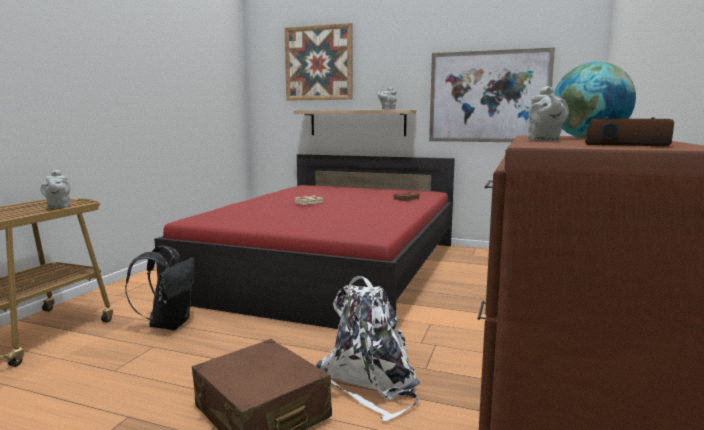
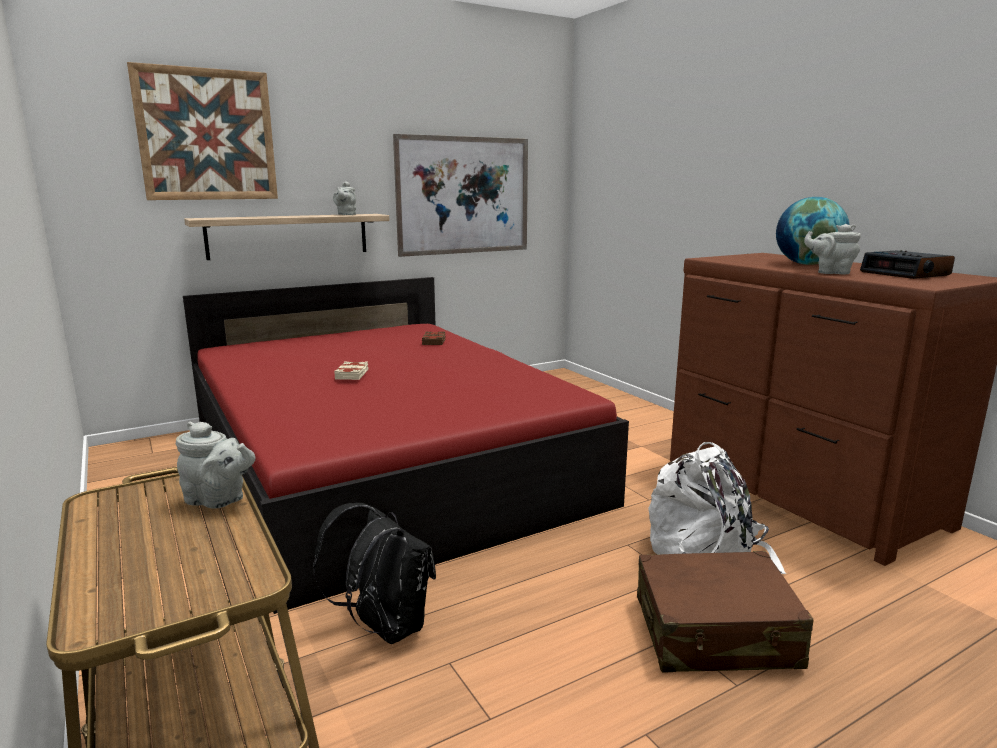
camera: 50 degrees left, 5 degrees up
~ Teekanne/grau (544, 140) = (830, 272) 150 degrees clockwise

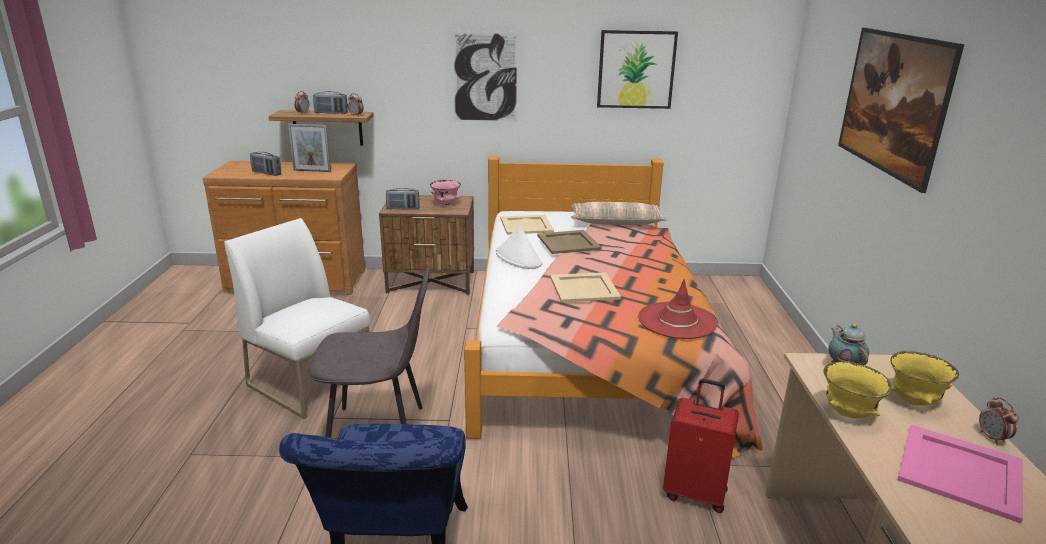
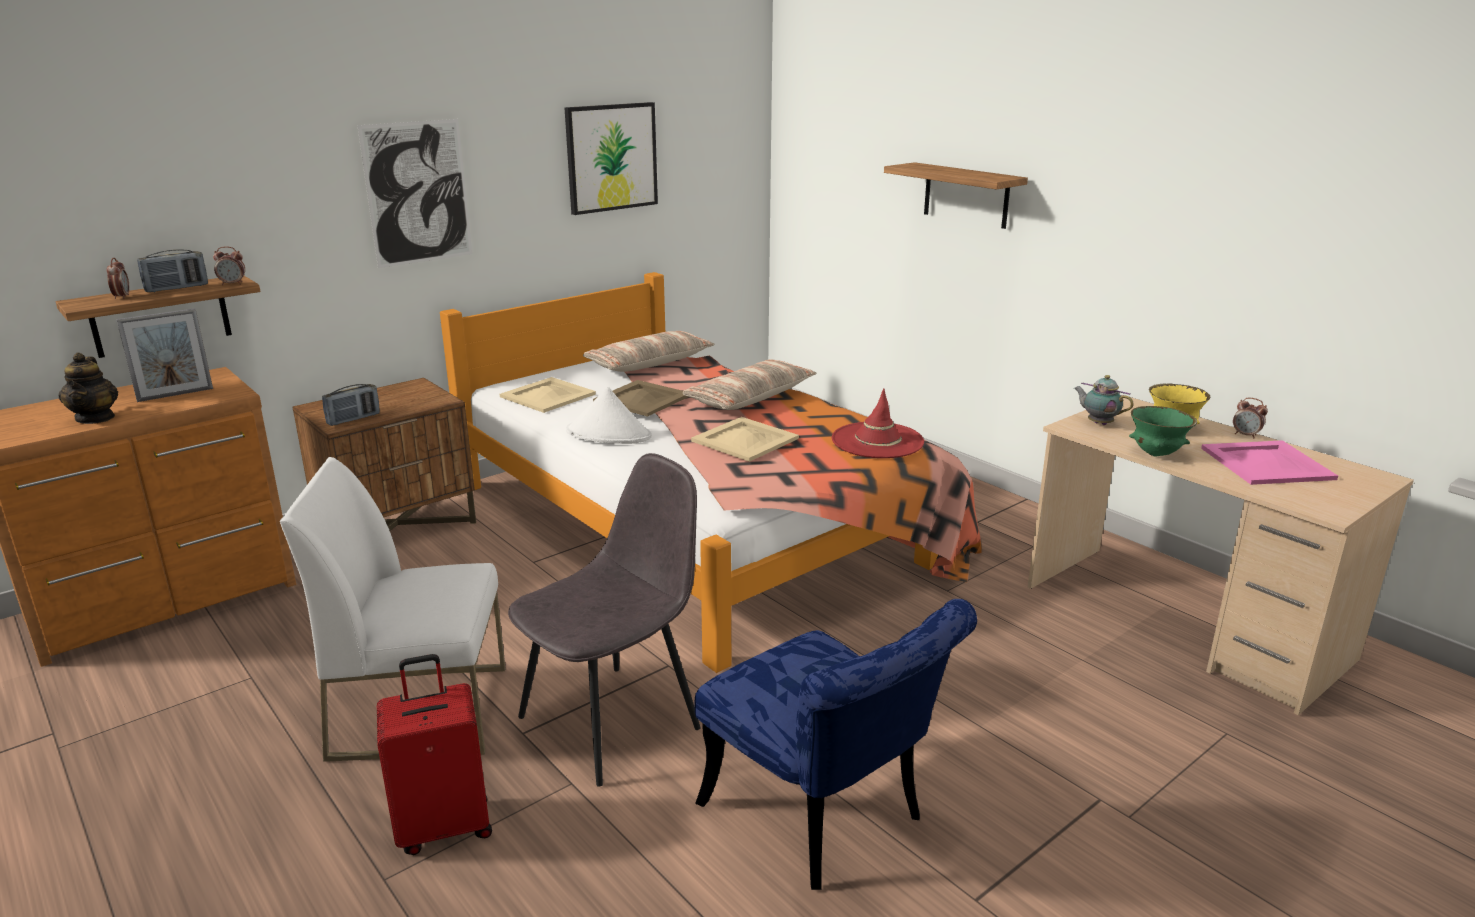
camera: 40 degrees left, 0 degrees up
~ Radio (266, 173) to Teekanne (96, 418)
~ Koffer/rot (695, 493) to (444, 826)
+ Kissen (750, 398)
~ Bild (885, 135) to Wandregal (966, 195)
~ Schüssel/gelb (848, 414) to Schüssel/grün (1156, 454)
- Schüssel/rosa (445, 204)

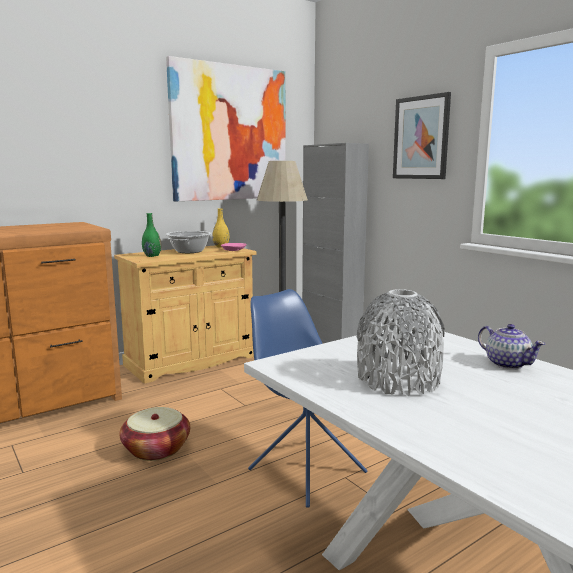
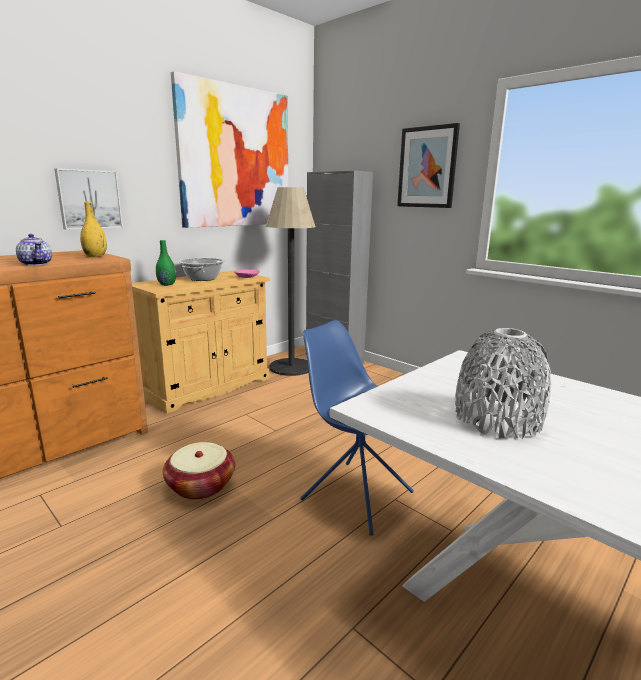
camera: 10 degrees left, 5 degrees up
~ Teekanne (507, 364) to (36, 264)
+ Bild (89, 199)
~ Vase/gelb (221, 246) to (95, 256)

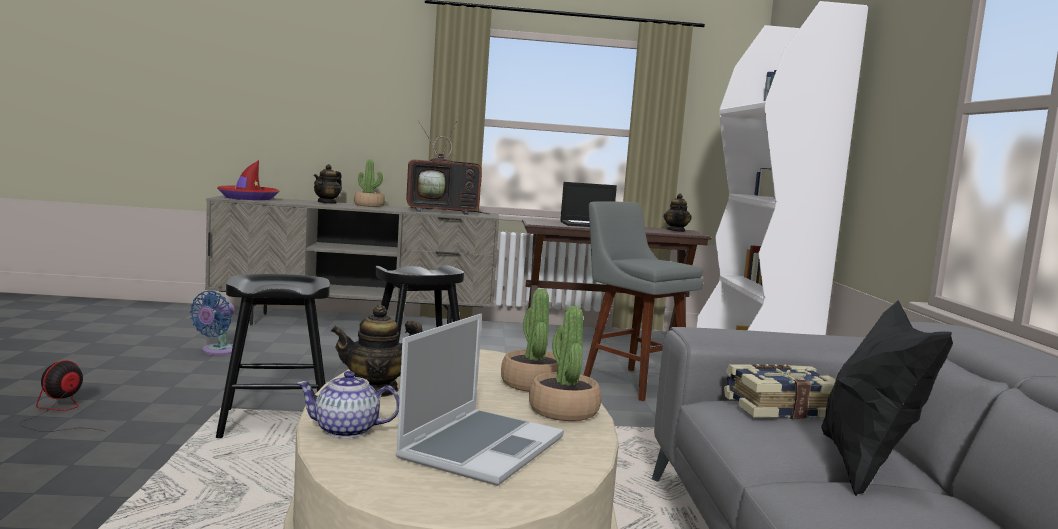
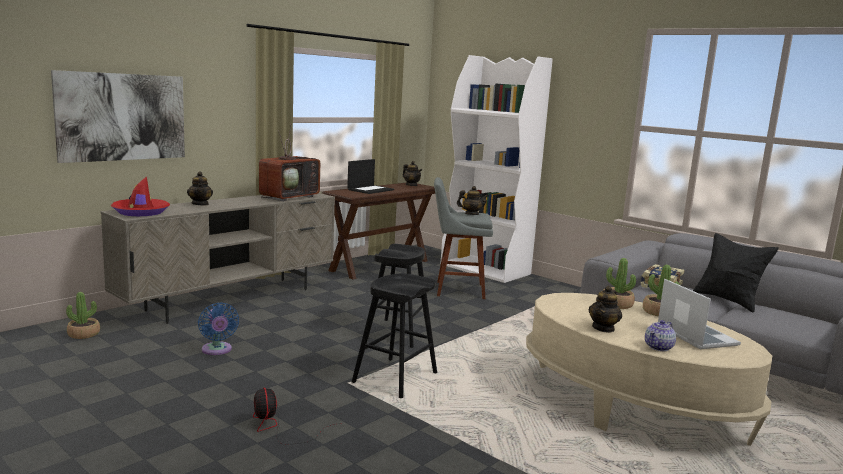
camera: 45 degrees left, 5 degrees up
+ Bild (122, 117)
~ Topfpflanze (369, 205) to (84, 334)
+ Teekanne (471, 214)

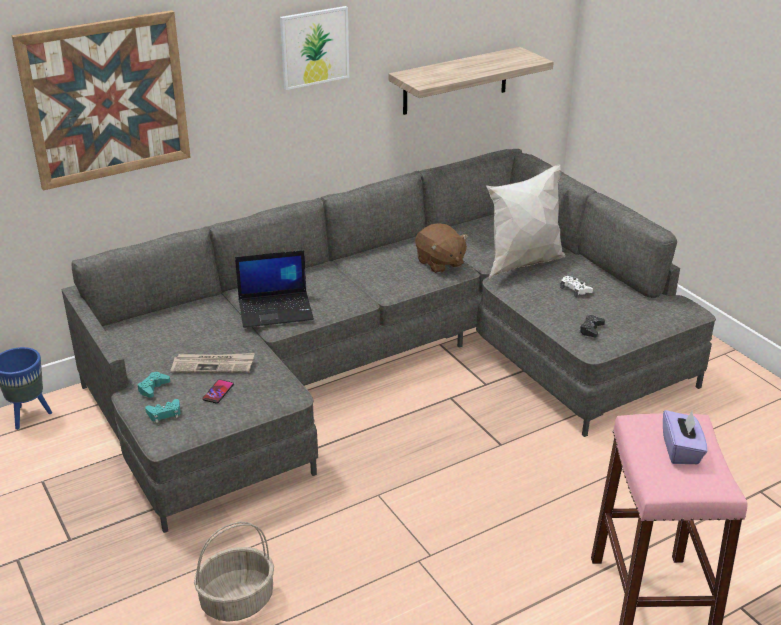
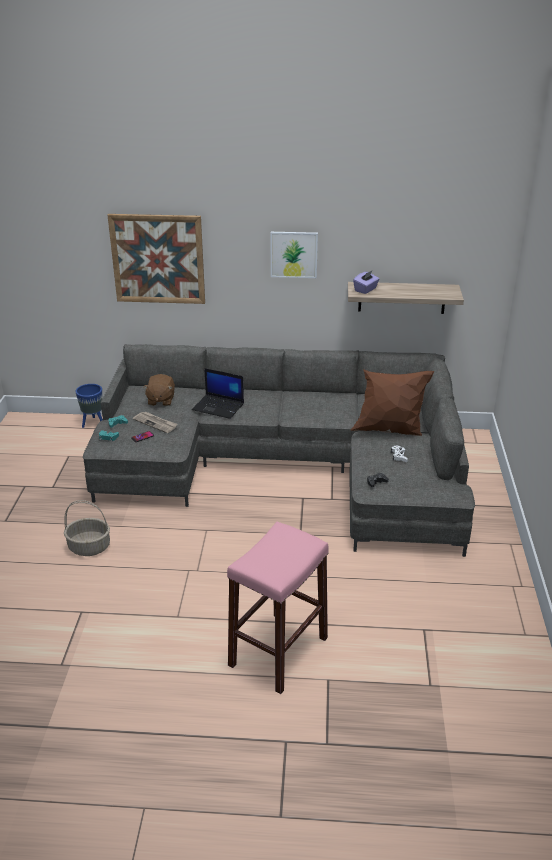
camera: 35 degrees right, 0 degrees up
~ Plüschtier/braun (440, 263) to (160, 400)
~ Kissen/weiß (523, 263) to Kissen/braun (389, 430)
~ Taschentuchbox/lila (681, 450) to (366, 289)

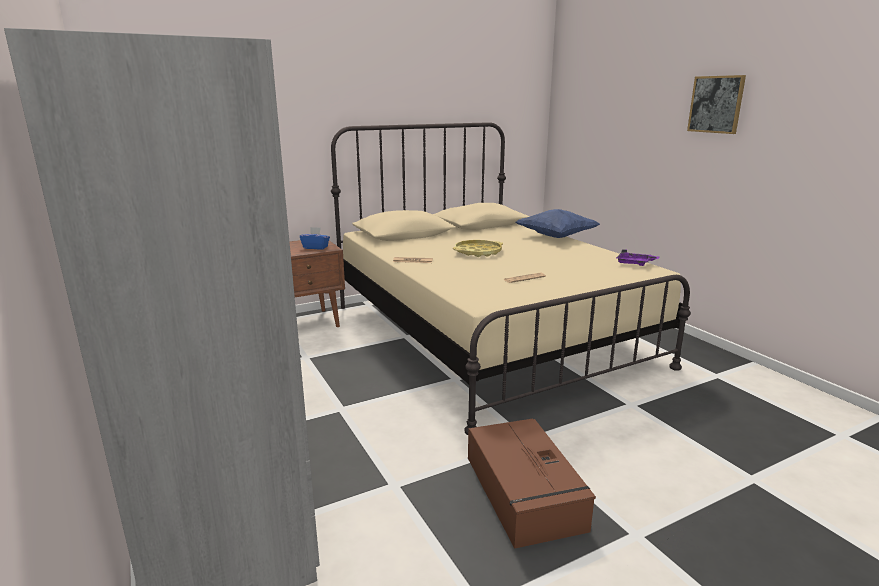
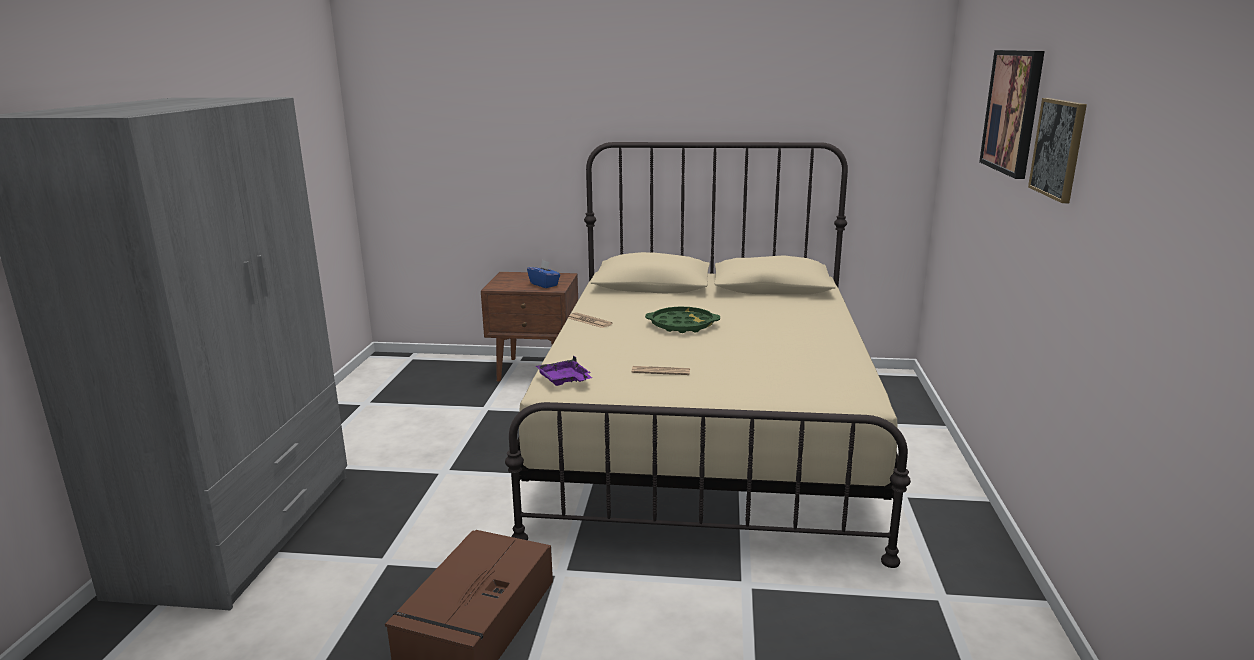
camera: 35 degrees right, 0 degrees up
~ Tablett/lila (634, 263) to (564, 380)
~ Tablett/gelb (477, 252) to Tablett/grün (682, 325)
+ Bild (1013, 111)
- Kissen/blau (556, 237)

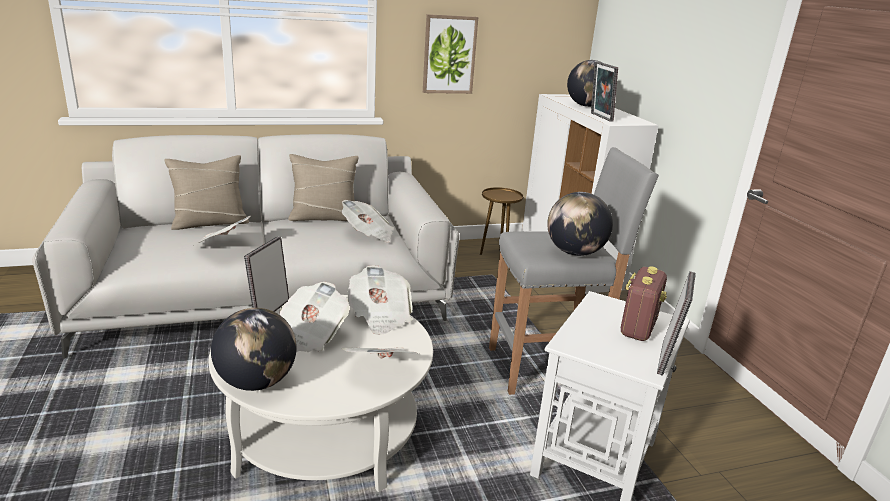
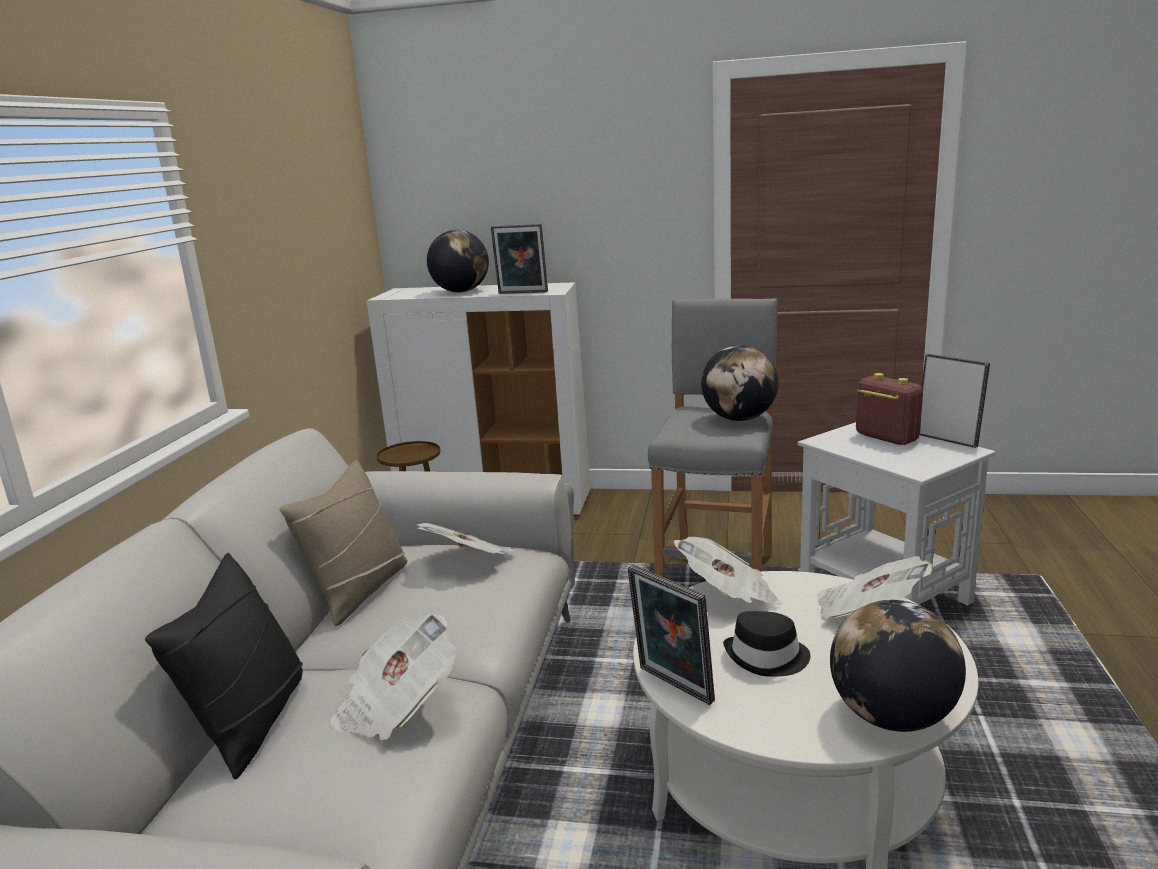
camera: 60 degrees left, 5 degrees down
~ Kissen/beige (210, 223) to Kissen/schwarz (251, 721)
~ Zeitung (309, 336) to Hut/schwarz (767, 657)
- Bild (449, 55)

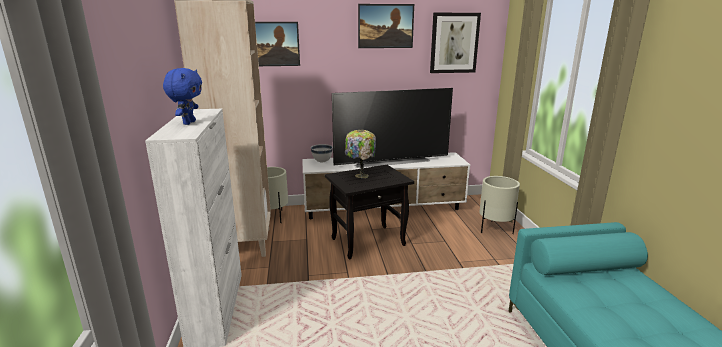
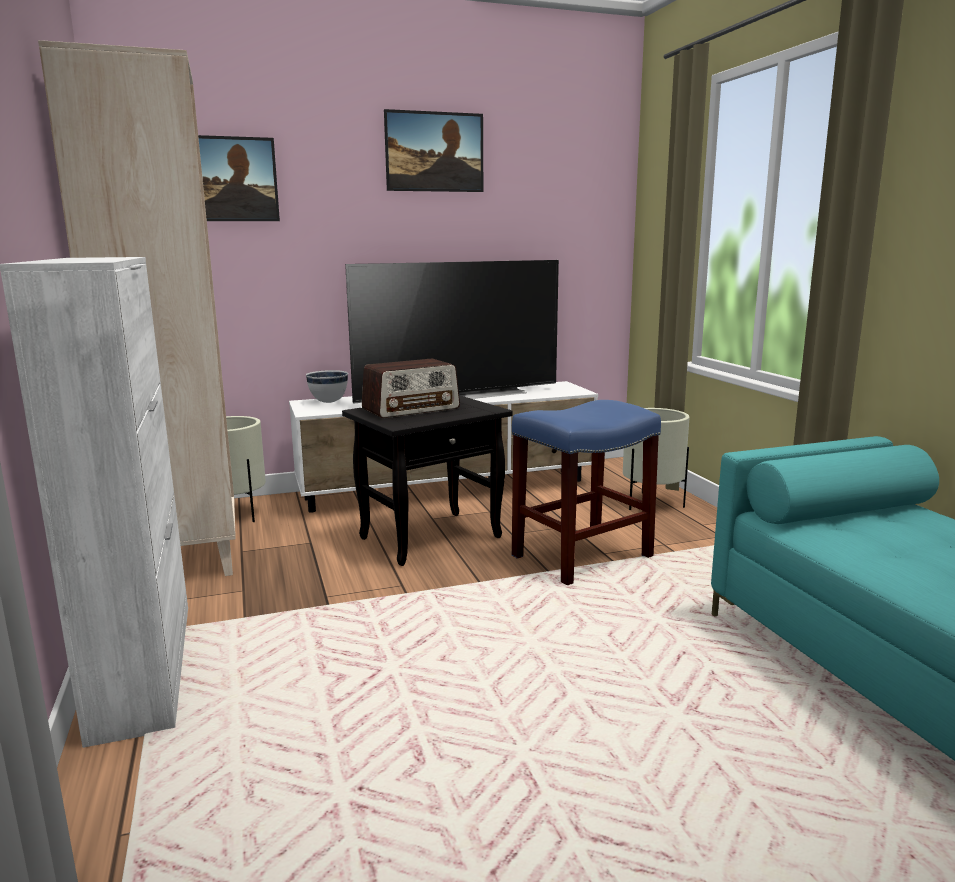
camera: 10 degrees left, 5 degrees down
~ Tischlampe (360, 176) to Radio (411, 409)
+ Hocker/blau (582, 556)
- Plüschtier/blau (188, 123)
- Bild (454, 43)

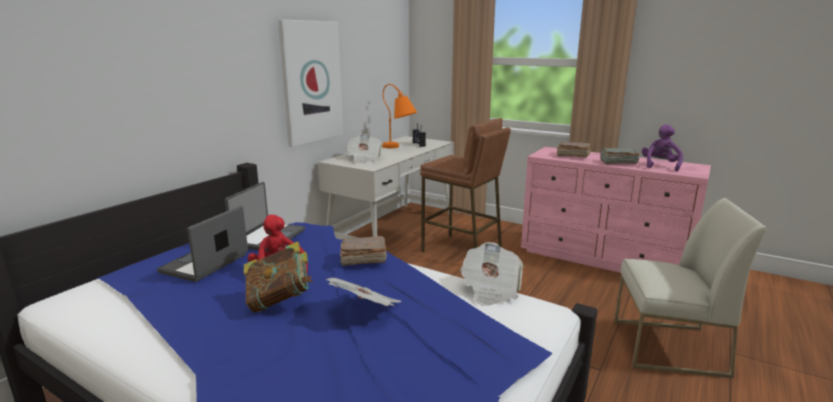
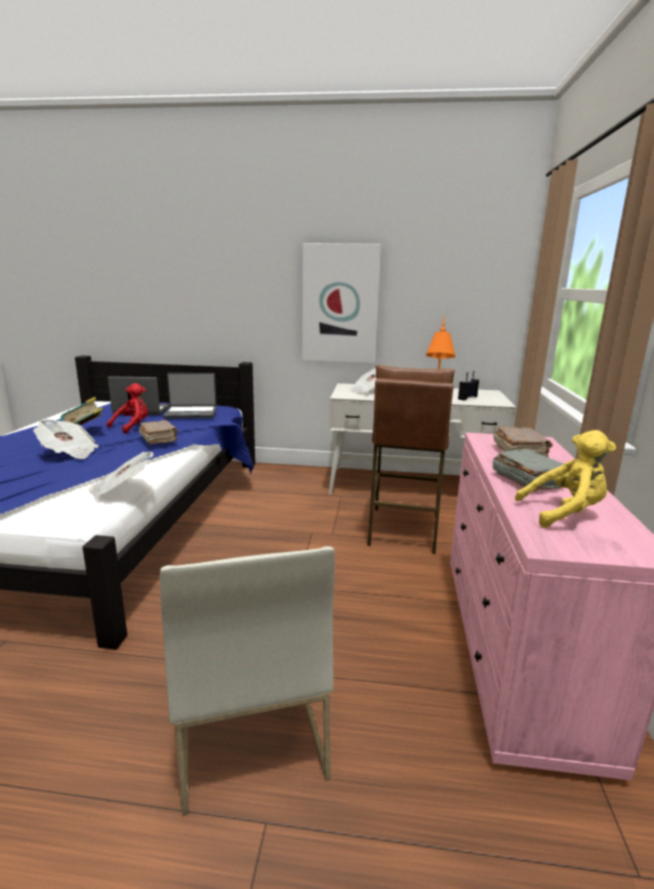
camera: 65 degrees right, 0 degrees up
~ Plüschtier/lila (660, 166) to Plüschtier/gelb (564, 513)

